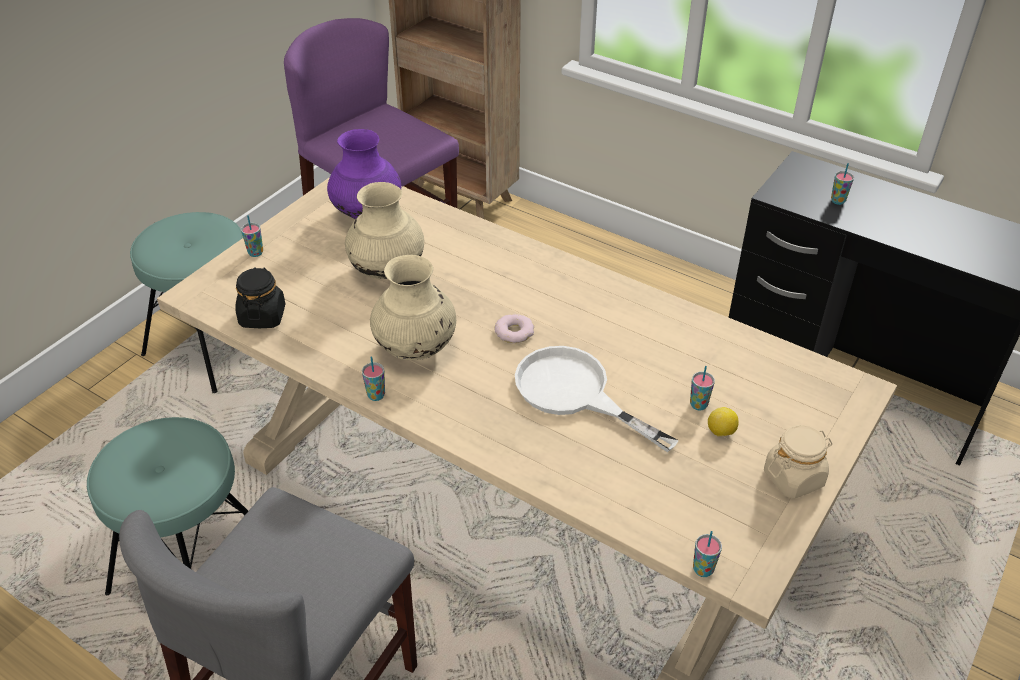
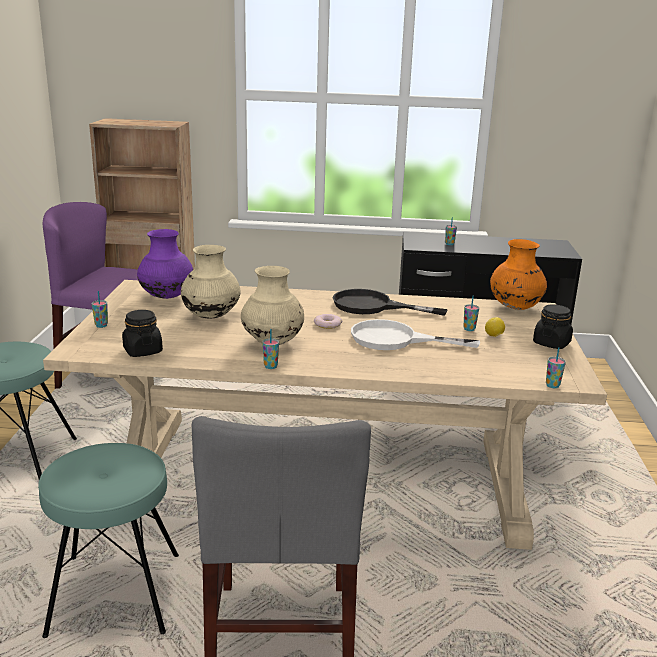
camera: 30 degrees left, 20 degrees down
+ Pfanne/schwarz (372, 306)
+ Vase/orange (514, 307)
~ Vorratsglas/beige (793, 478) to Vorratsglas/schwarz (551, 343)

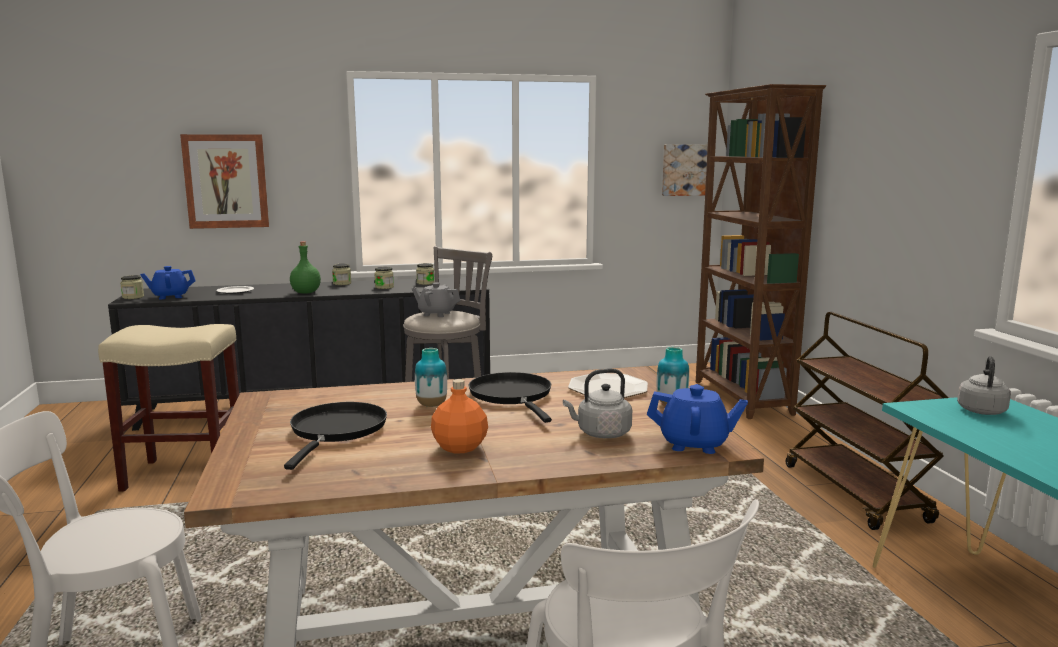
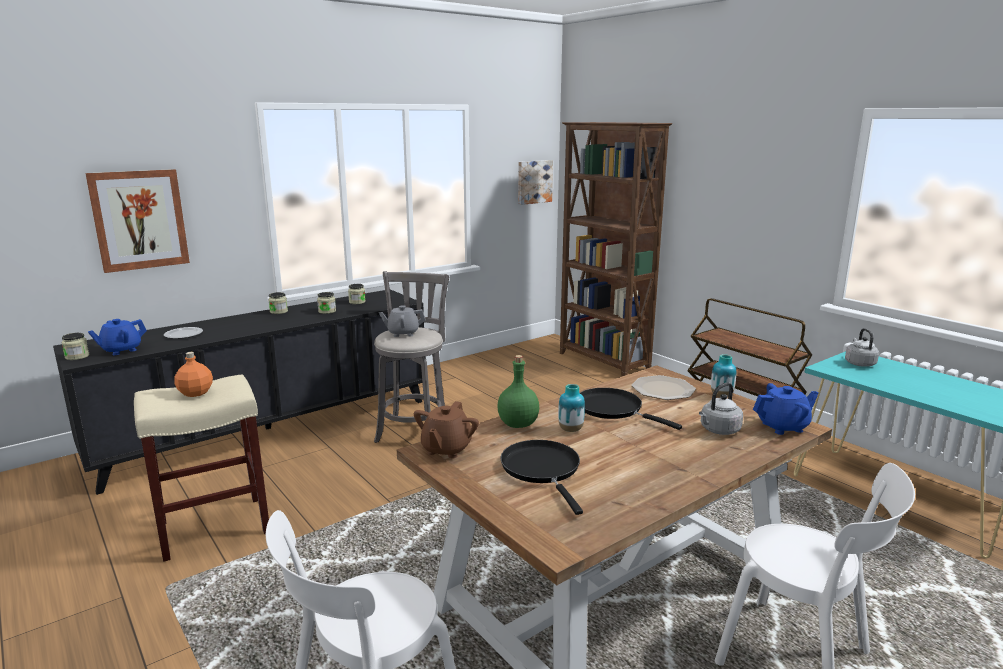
camera: 25 degrees left, 5 degrees up
~ Flasche/orange (459, 447) to (195, 393)
+ Teekanne/braun (446, 449)
~ Flasche/grün (306, 292) to (518, 424)

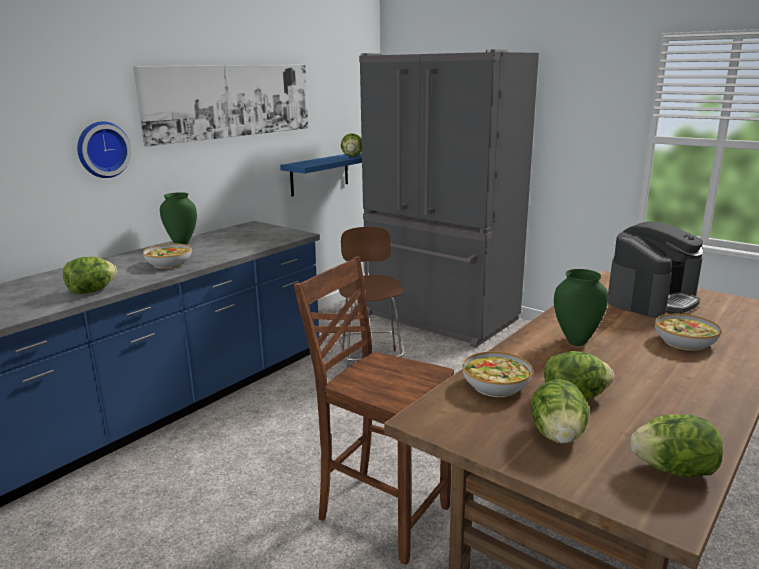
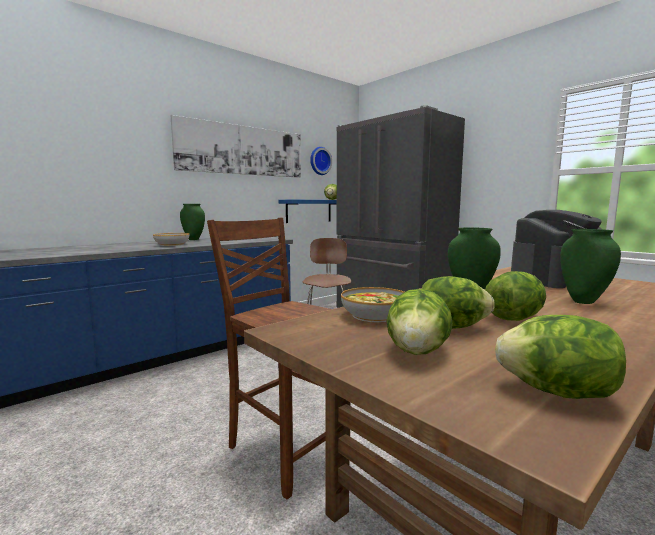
camera: 10 degrees right, 10 degrees down
~ Wanduhr (102, 149) to (319, 161)
~ Salatkopf (91, 291) to (514, 318)
~ Schüssel (685, 342) to Vase/grün (584, 301)

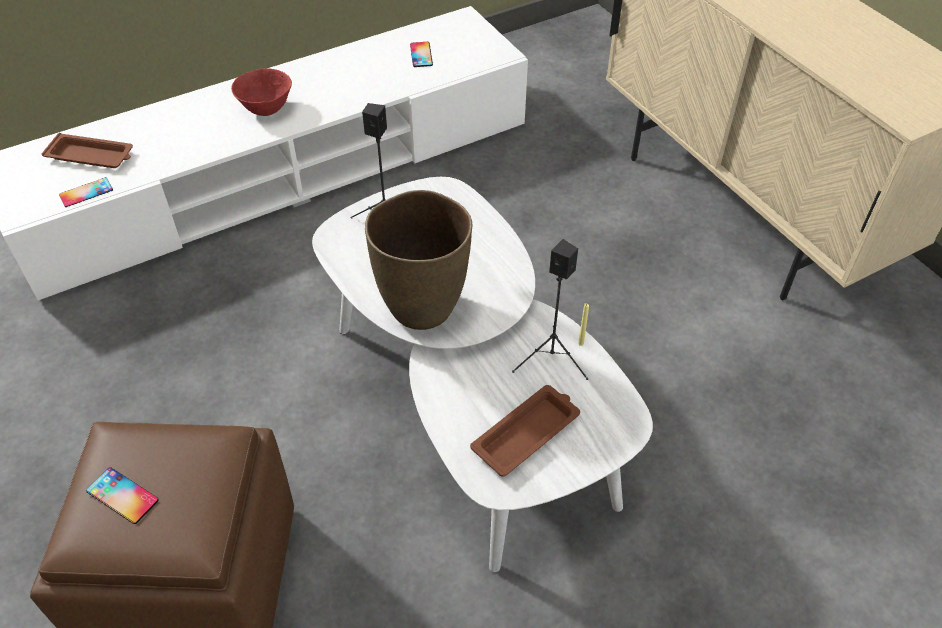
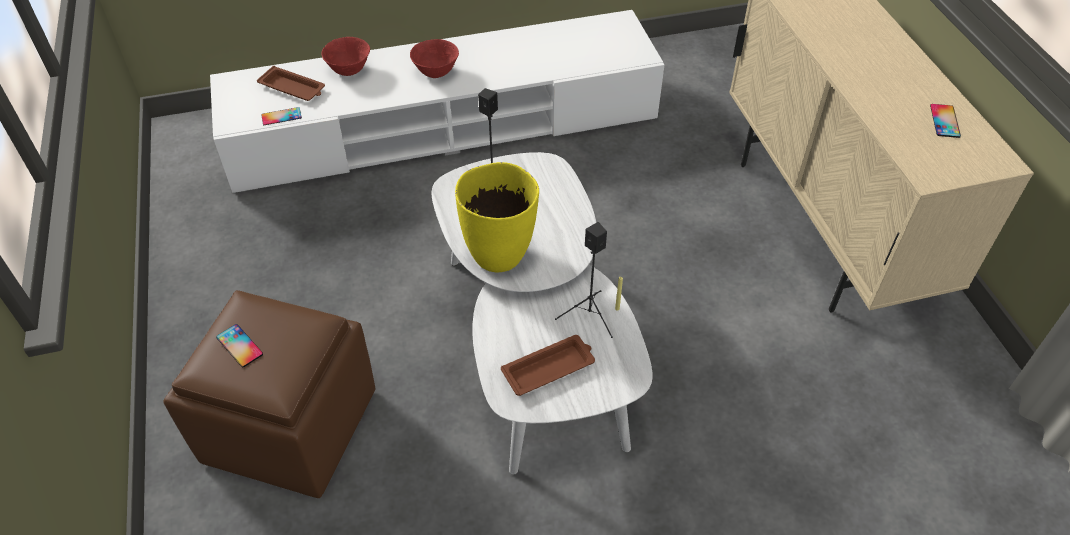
camera: 15 degrees right, 0 degrees up
+ Schüssel/rot (349, 70)
~ Vase/braun (422, 307) to Vase/gelb (499, 254)
~ Handy (421, 54) to (944, 121)

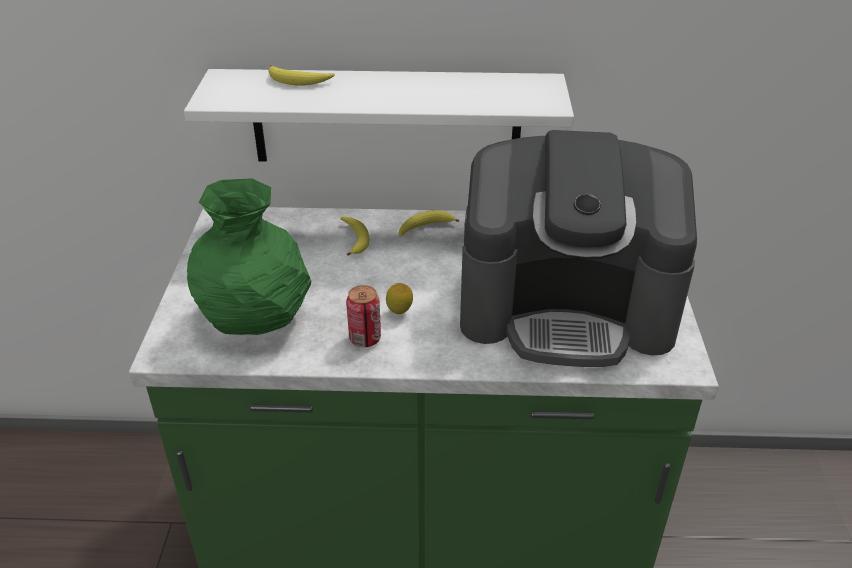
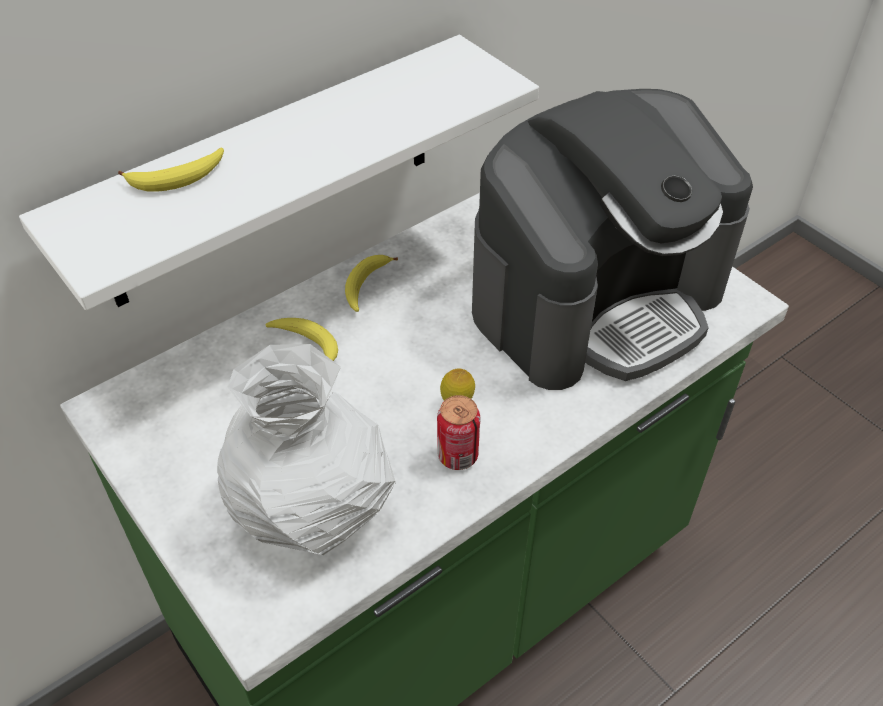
camera: 40 degrees left, 10 degrees up
~ Vase/grün (256, 318) to Vase/weiß (314, 509)

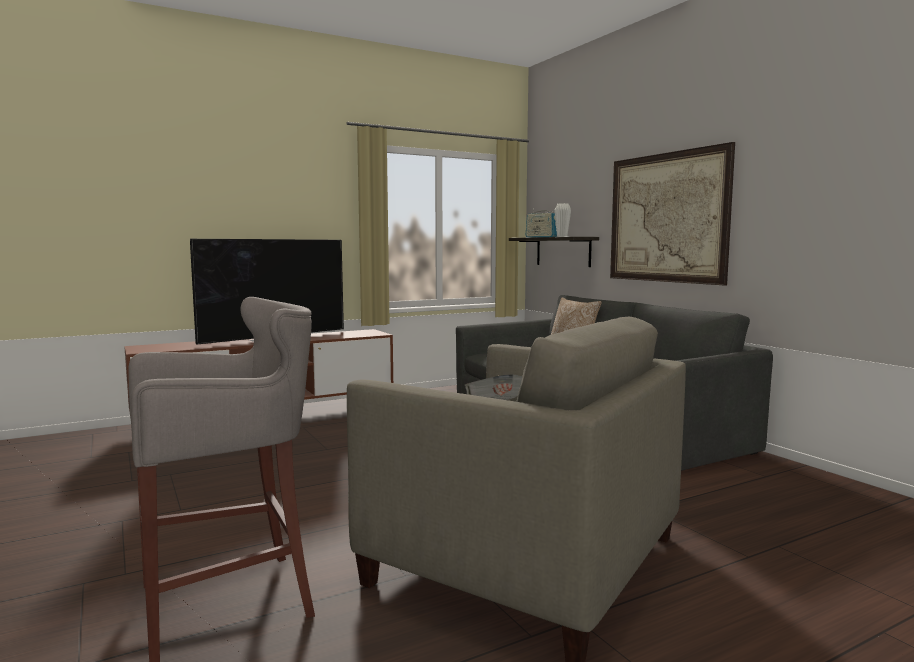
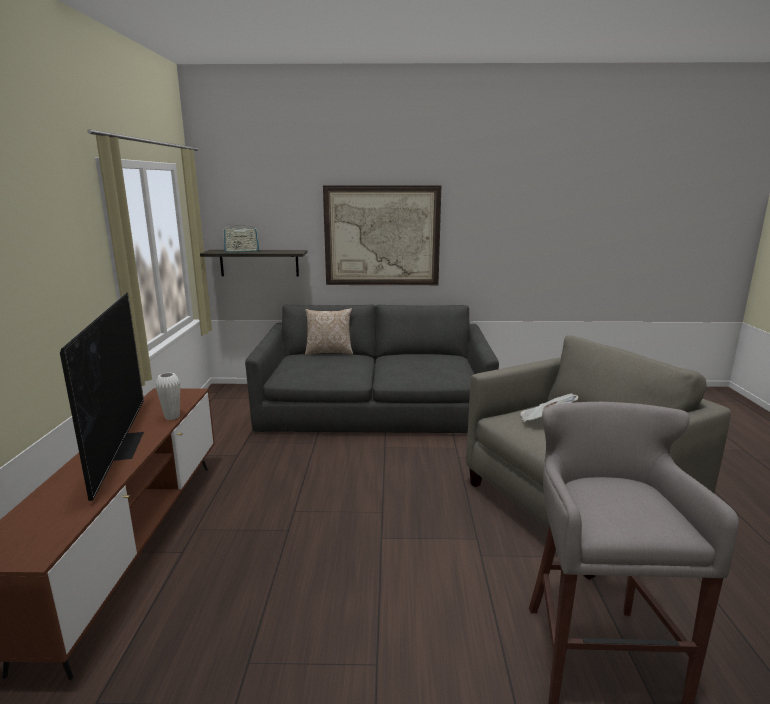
camera: 60 degrees left, 10 degrees up
~ Vase/weiß (562, 236) to (172, 417)

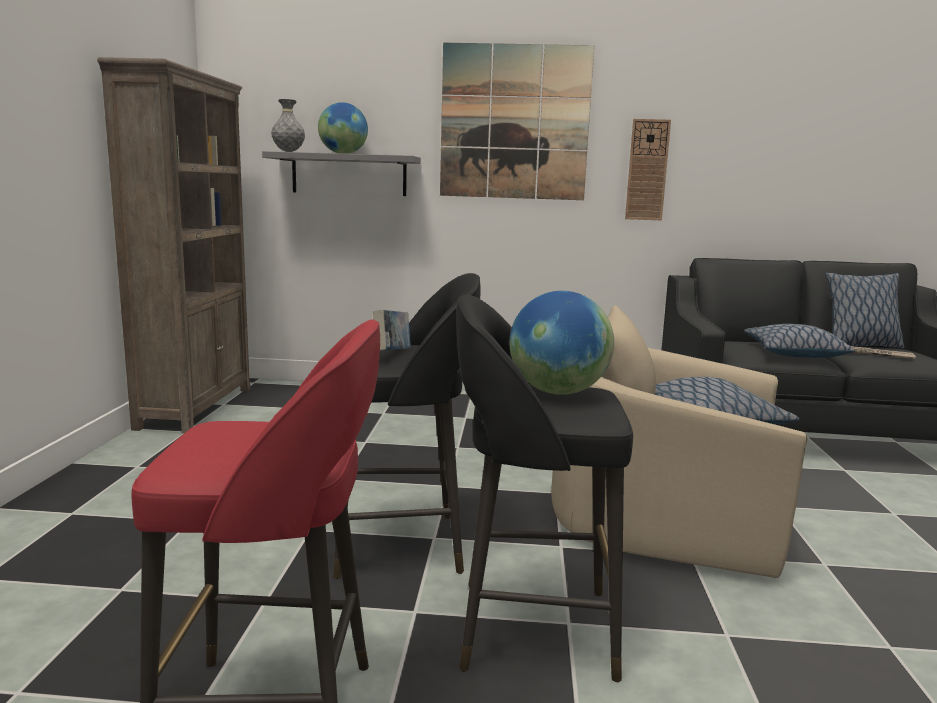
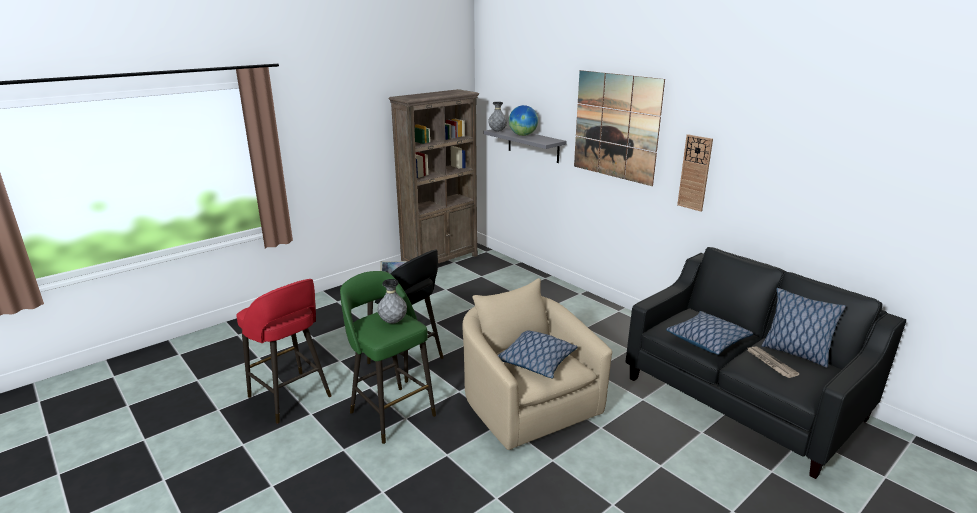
camera: 45 degrees right, 10 degrees up
~ Hocker/schwarz (530, 628) to Hocker/grün (391, 412)
~ Globus (557, 392) to Vase/grau (393, 322)

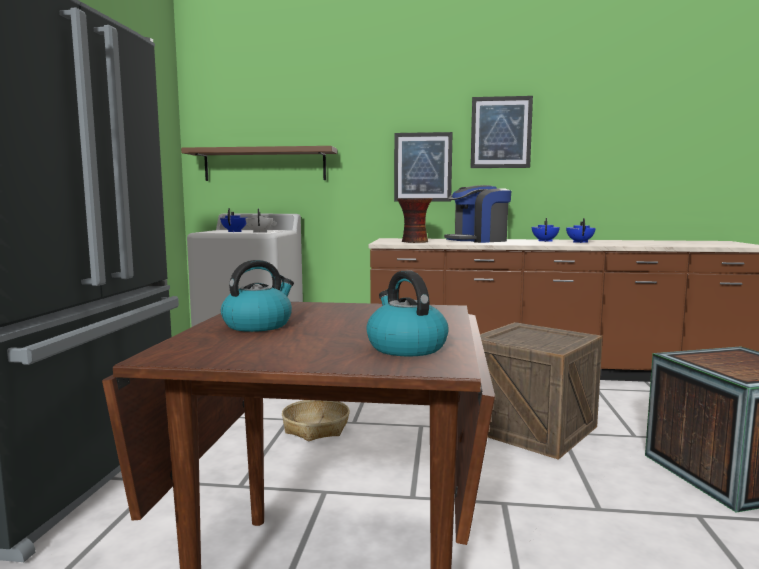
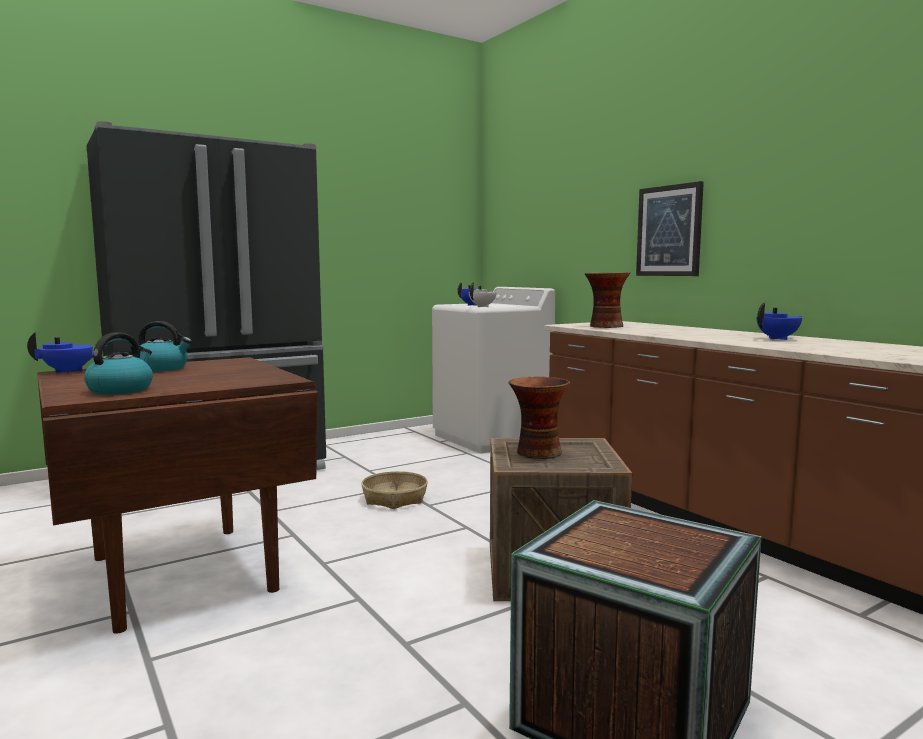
camera: 50 degrees right, 0 degrees up
~ Teekanne/blau (580, 242) to (69, 371)
+ Vase (537, 453)
- Wandregal/braun (264, 165)
- Kaffeemaschine (478, 240)
- Bild (501, 132)

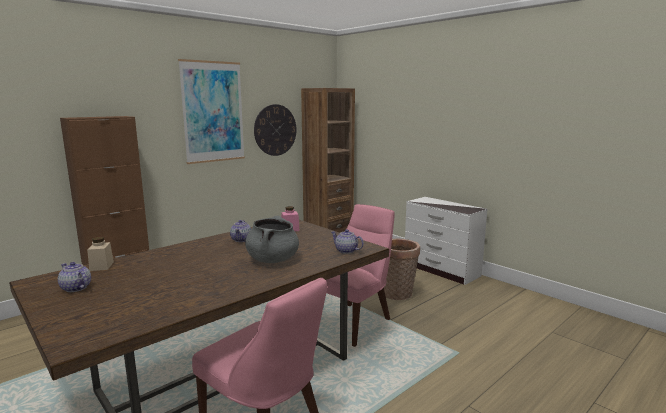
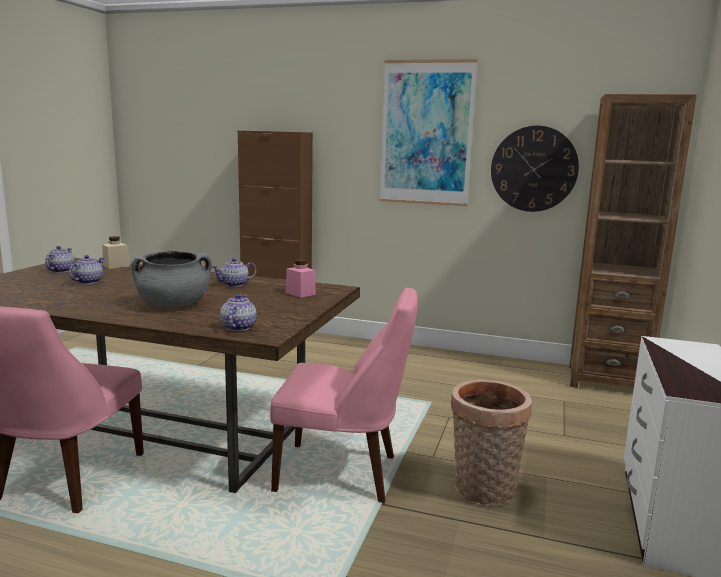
camera: 60 degrees right, 0 degrees up
+ Teekanne (88, 282)

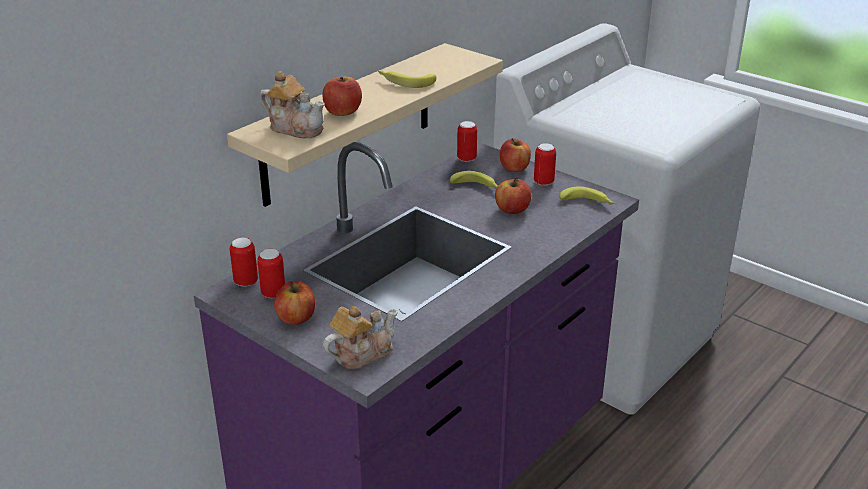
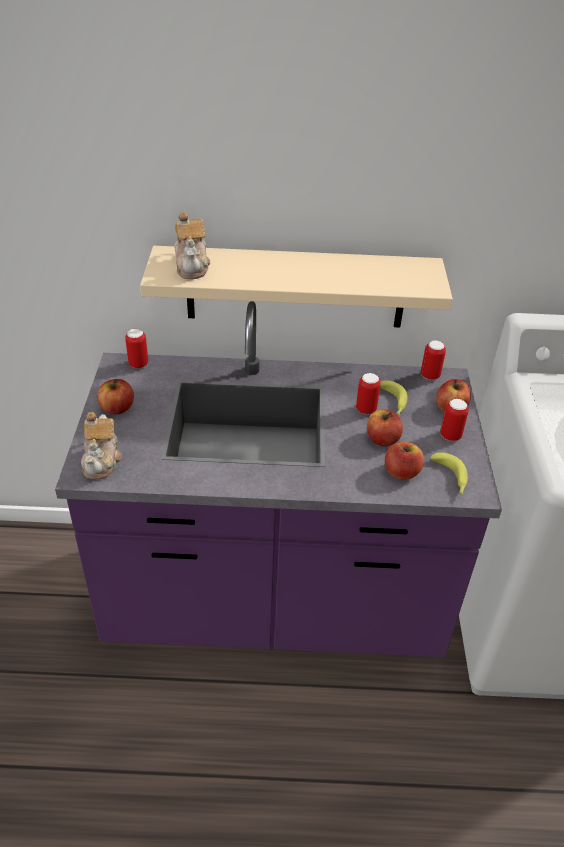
camera: 50 degrees right, 10 degrees up
~ Teekanne (361, 353) = (102, 460) 75 degrees clockwise
~ Dose (273, 294) to (366, 409)
~ Apfel (342, 112) to (401, 472)
- Banane (405, 82)

